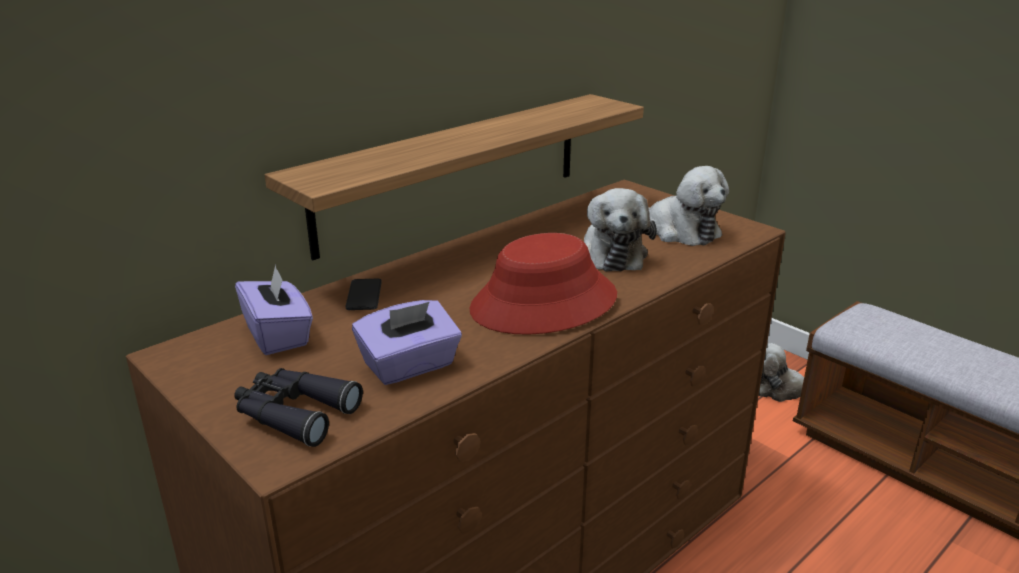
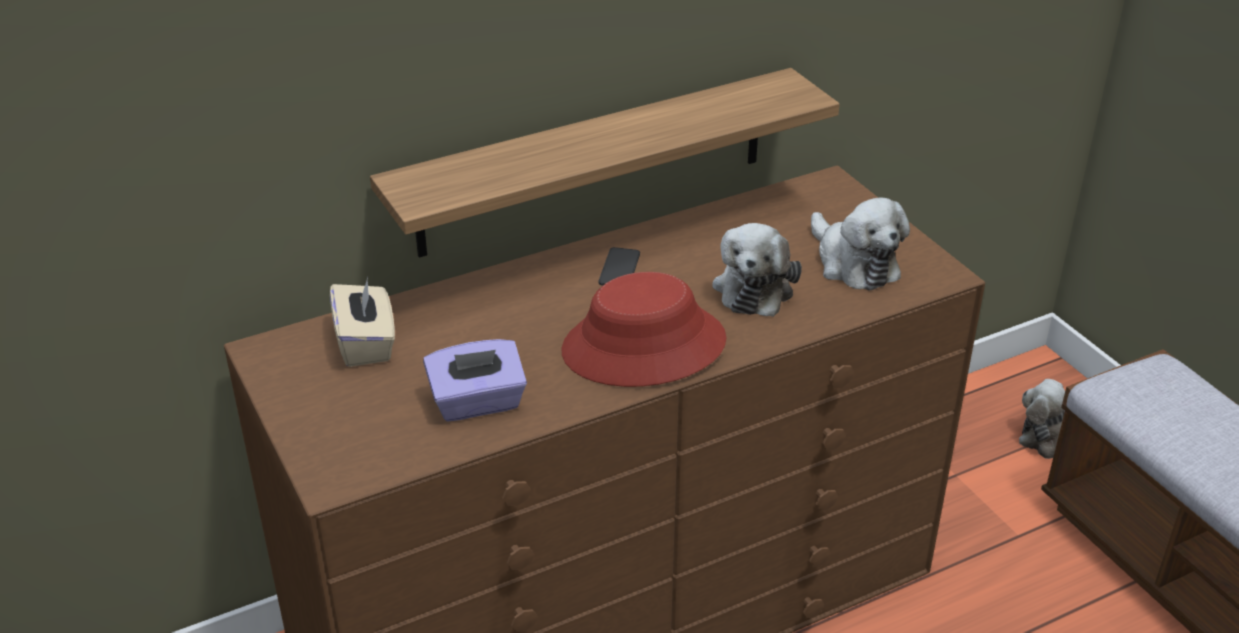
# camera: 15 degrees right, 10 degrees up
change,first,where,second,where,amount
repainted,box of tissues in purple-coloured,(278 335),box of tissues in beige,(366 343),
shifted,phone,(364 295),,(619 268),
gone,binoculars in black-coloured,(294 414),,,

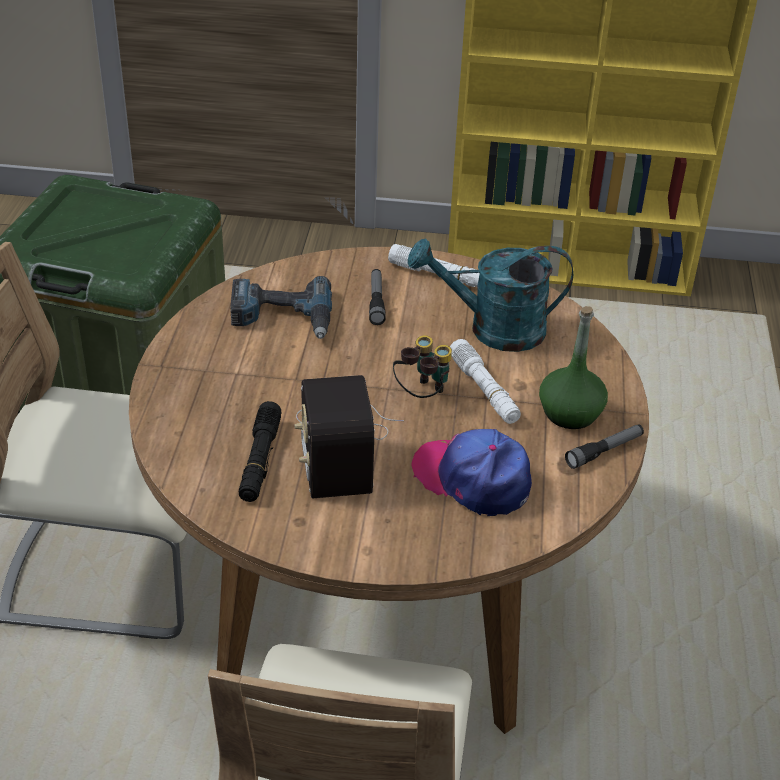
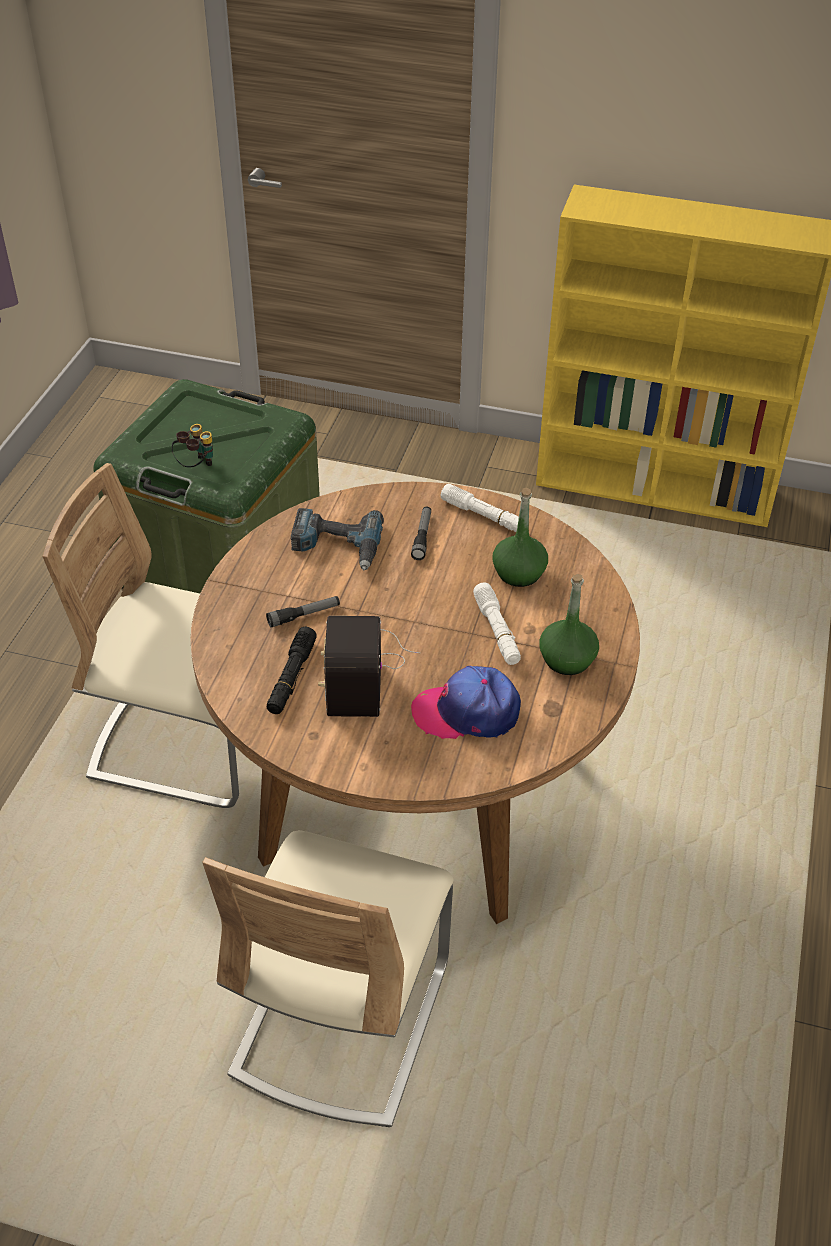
# camera: 10 degrees right, 5 degrees up
change,first,where,second,where,amount
shifted,binoculars,(421 394),,(196 466),
shifted,hand torch,(604 451),,(304 615),
rotated,peaked cap,(472 479),,(467 712),45 degrees counterclockwise
swapped,sprinkling can in turquoise,(493 329),bottle in green,(519 573),

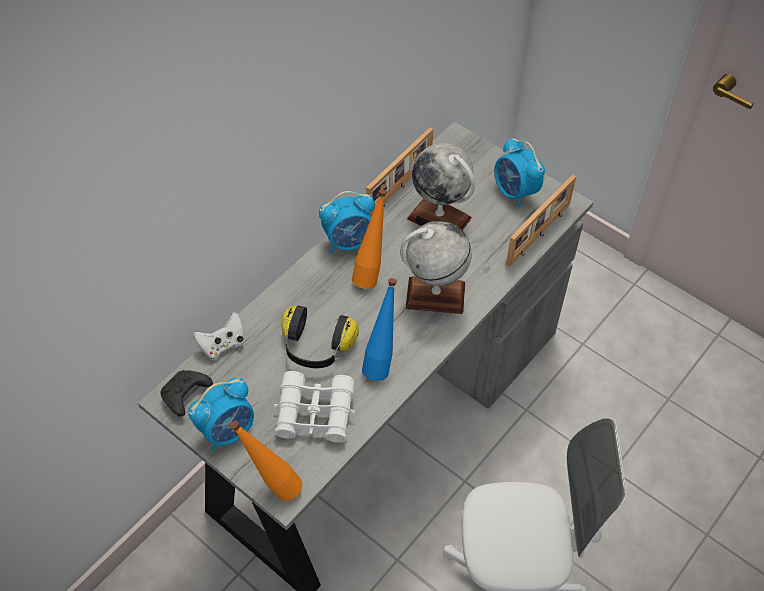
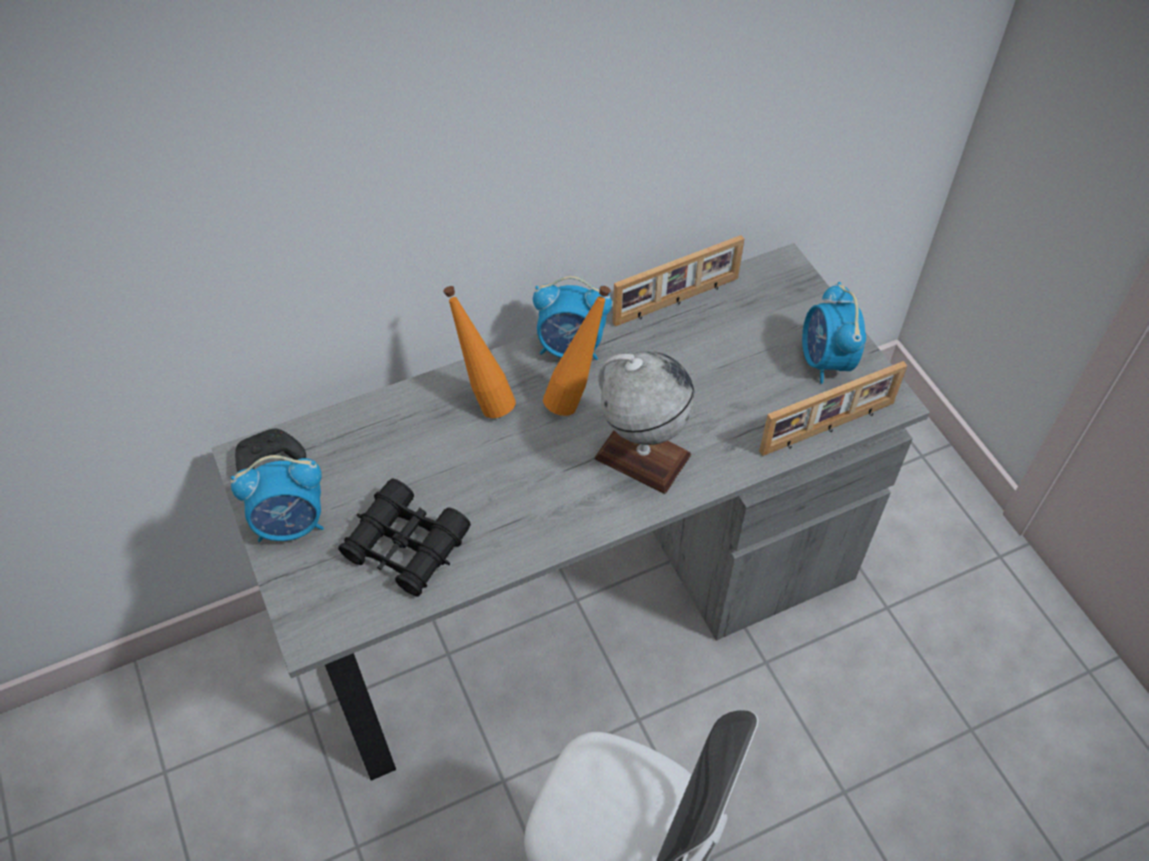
# camera: 25 degrees right, 0 degrees up
change,first,where,second,where,amount
repainted,binoculars in white-coloured,(315 413),binoculars in black-coloured,(406 546),
shifted,bottle in orange-coloured,(273 486),,(484 399),
gone,gamepad in white-coloured,(223 345),,,
gone,headphones,(316 347),,,
gone,bottle in blue,(381 362),,,
gone,world globe,(439 218),,,

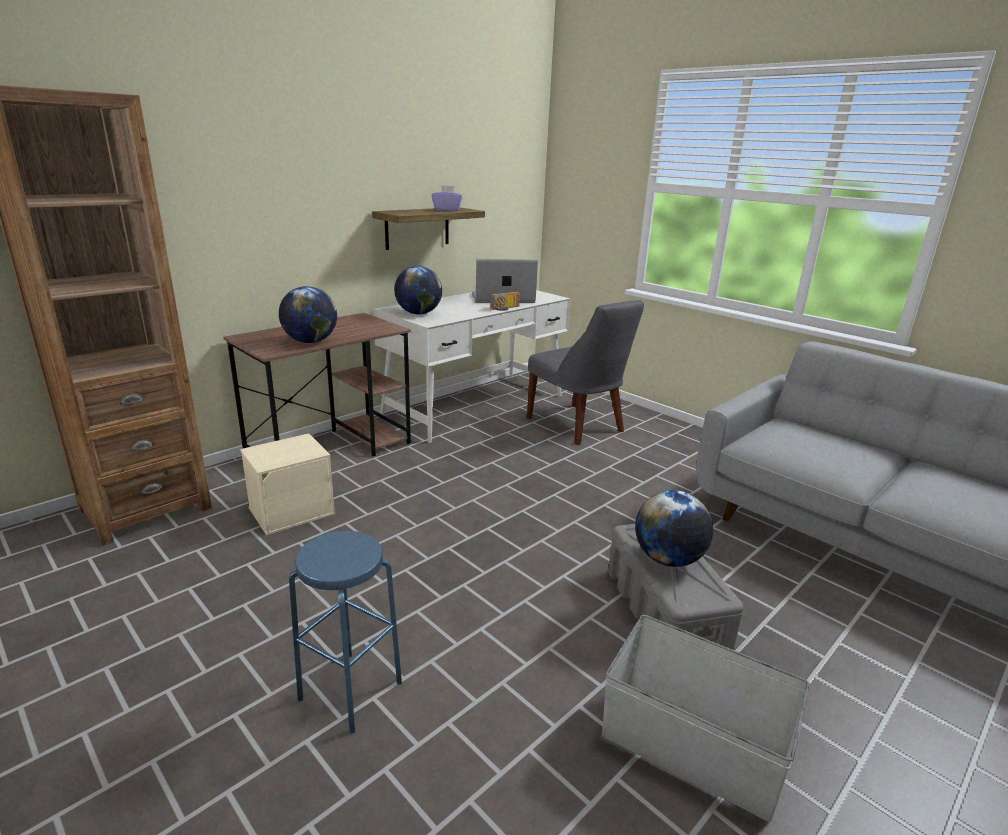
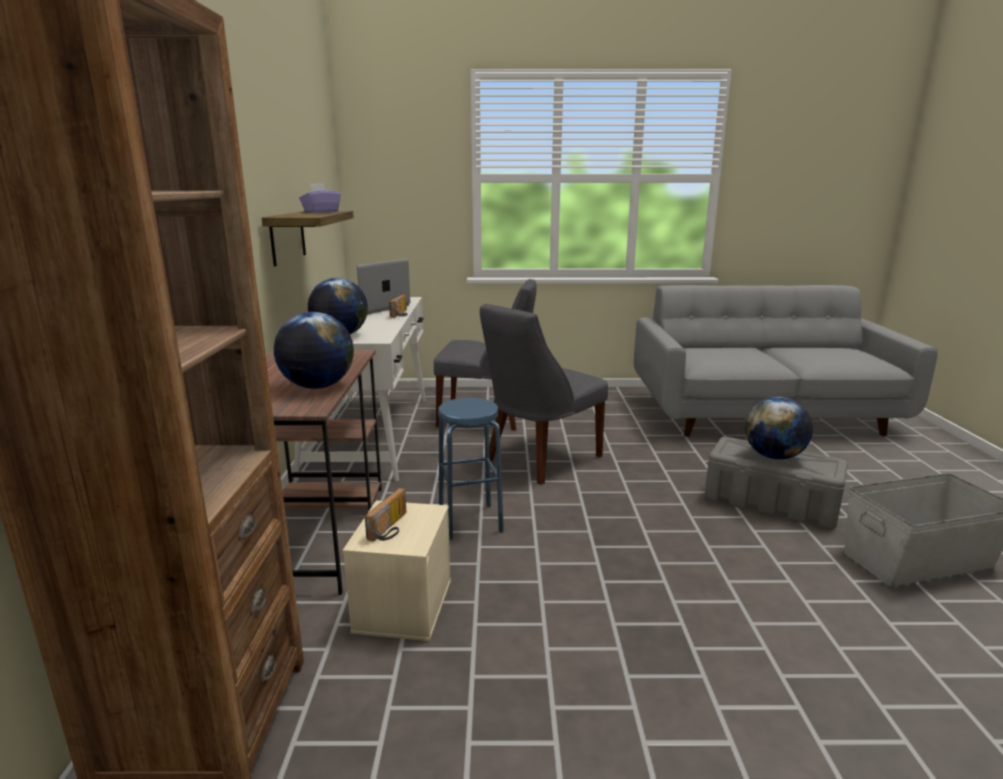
# camera: 45 degrees left, 5 degrees down
change,first,where,second,where,amount
new,,,radio receiver,(391 528),
shifted,stool in blue,(350 690),,(470 522),
new,,,plain chair in gray,(539 460),

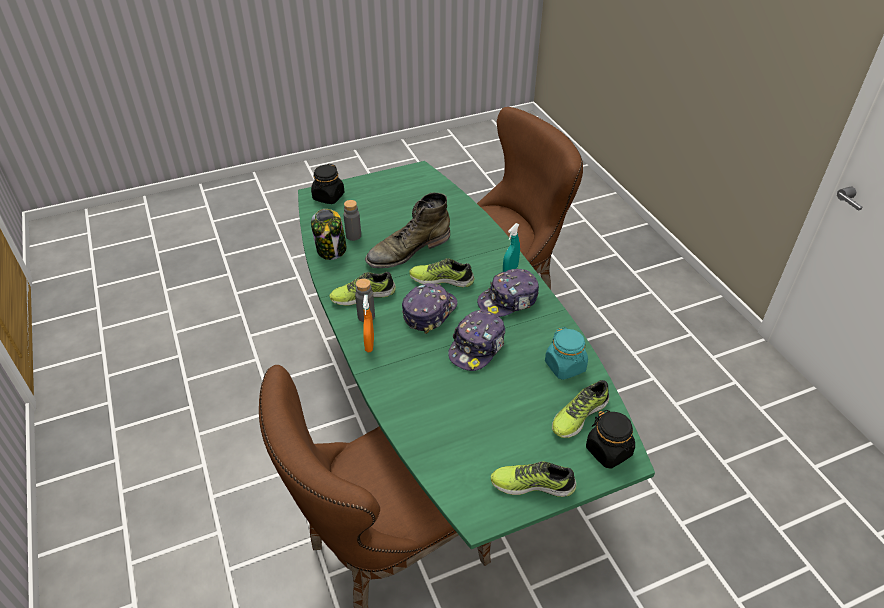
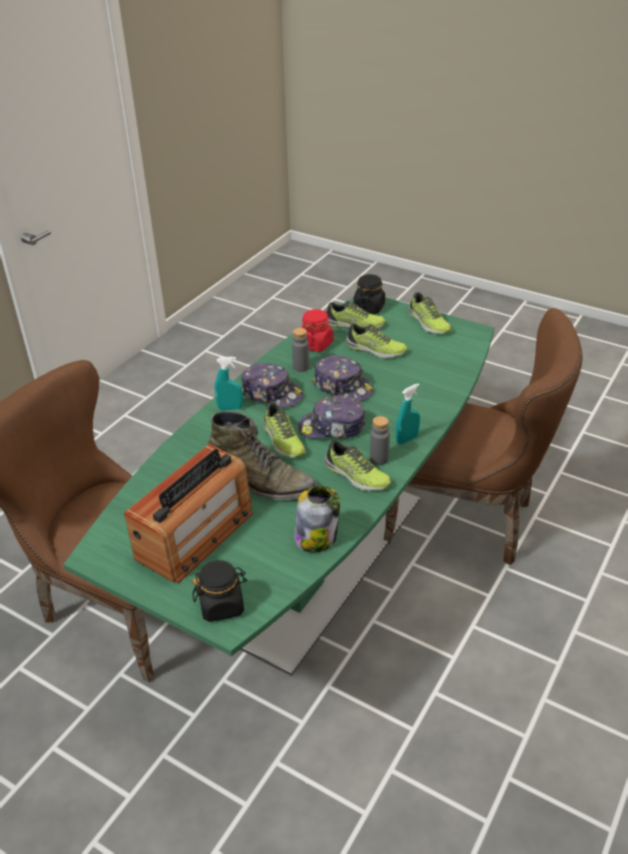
# camera: 125 degrees left, 5 degrees down
change,first,where,second,where,amount
new,,,radio receiver,(195 535),
shifted,bottle in gray,(353 236),,(301 367),
repainted,preserve jar in turquoise,(565 366),preserve jar in reddish,(315 344),
rotated,peaked cap,(477 347),,(343 387),45 degrees clockwise
new,,,low shoe,(375 350),
repainted,spray bottle in orange-coloured,(369 344),spray bottle in turquoise,(406 439),

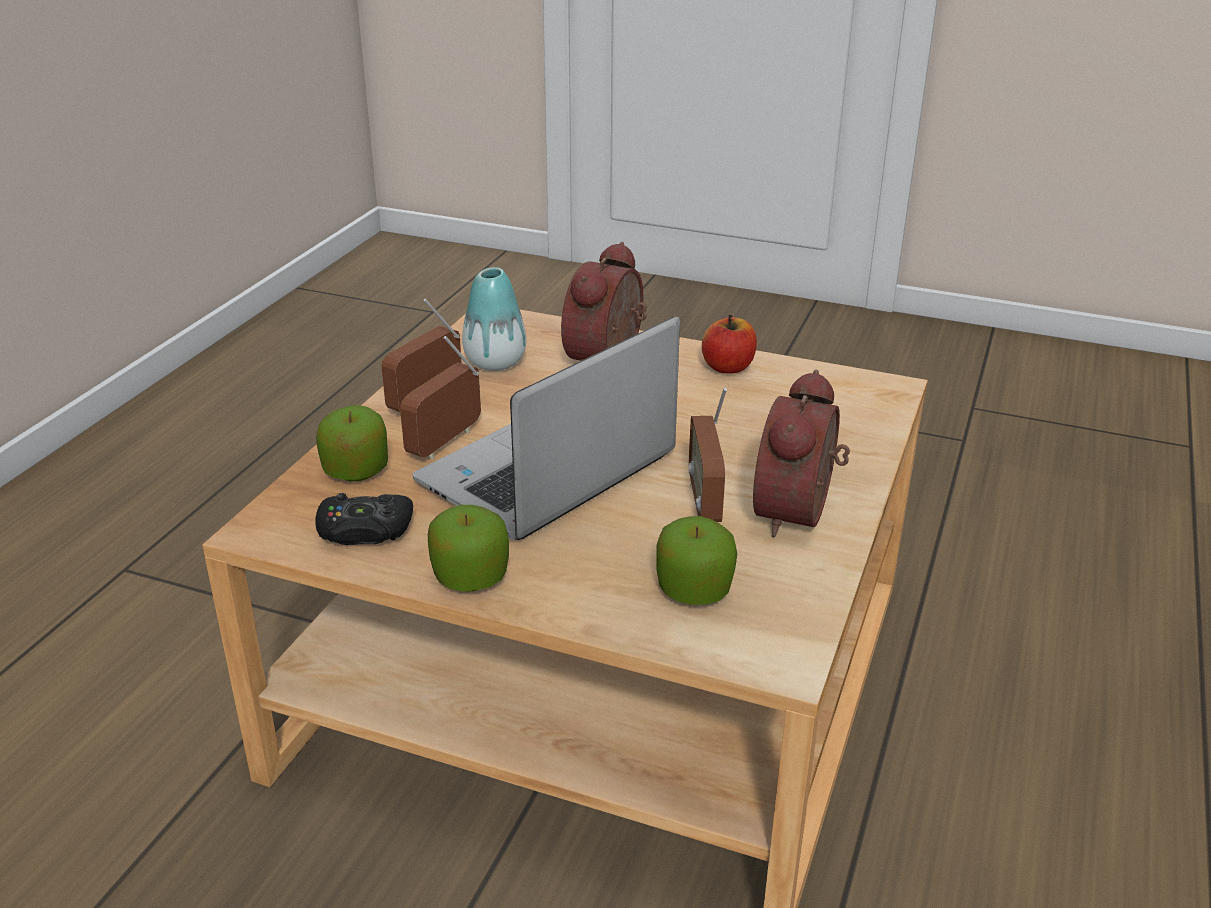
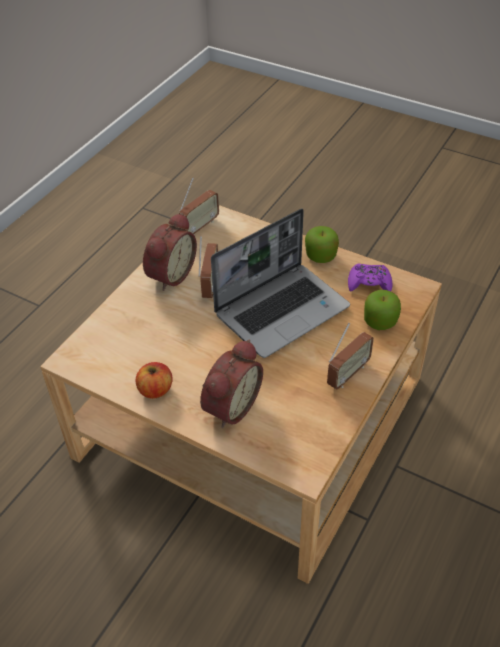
# camera: 170 degrees left, 15 degrees up
change,first,where,second,where,amount
shifted,radio receiver,(445 443),,(200 227),
repainted,gamepad in black-coloured,(364 530),gamepad in purple-coloured,(369 283),
gone,decorative vase,(495 362),,,
gone,apple,(694 589),,,

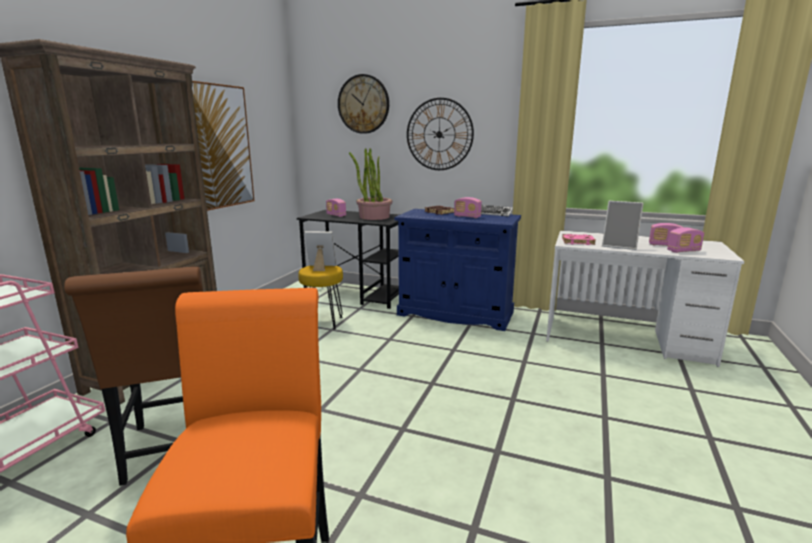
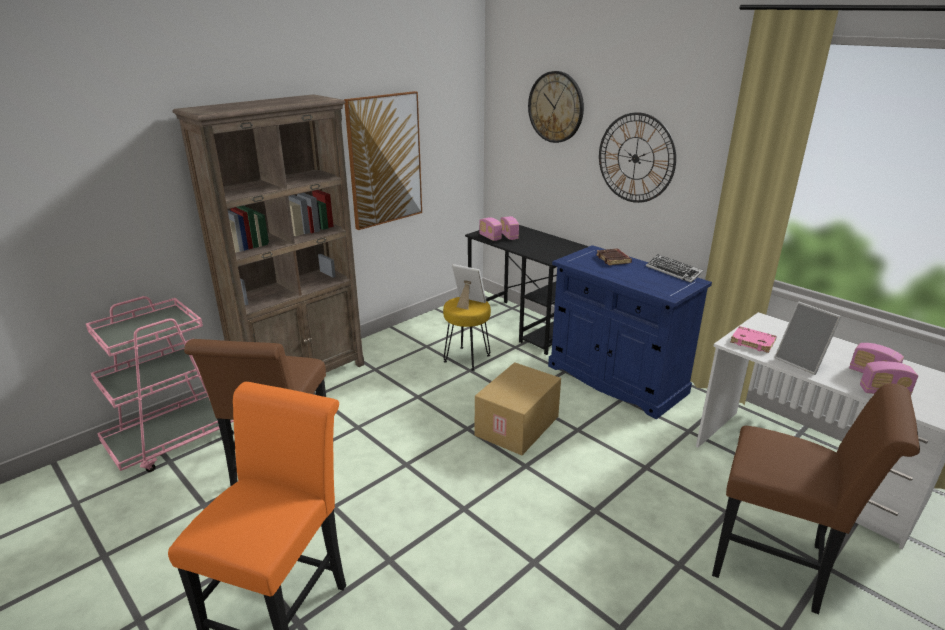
# camera: 25 degrees right, 10 degrees up
change,first,where,second,where,amount
new,,,cardboard box,(518 426),
shifted,radio receiver,(467 217),,(490 237),
new,,,plain chair in brown-coloured,(778 564),
gone,plant in a pot,(374 217),,,

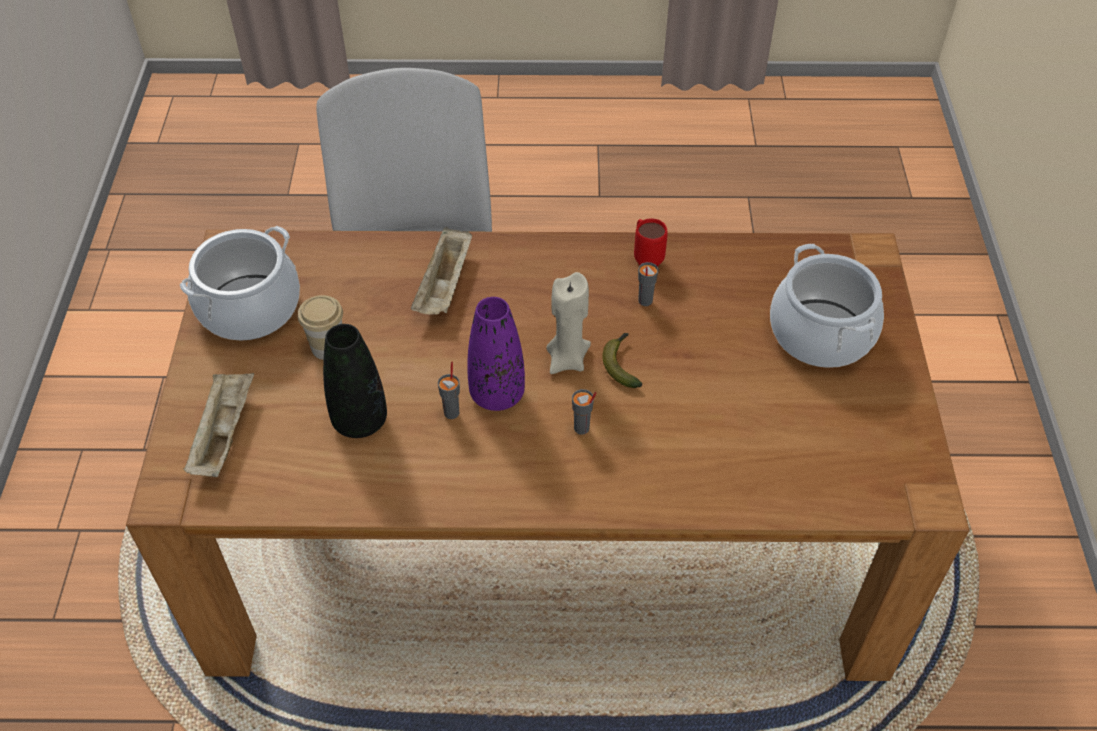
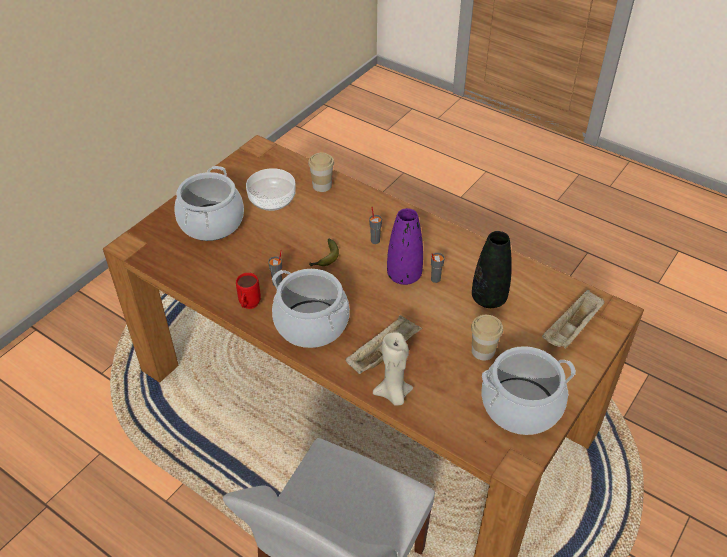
# camera: 145 degrees left, 5 degrees down
change,first,where,second,where,amount
new,,,serving bowl,(271 200),
new,,,stockpot,(311 324),
new,,,cup,(322 185),
shifted,candle in beige,(567 360),,(393 395),

